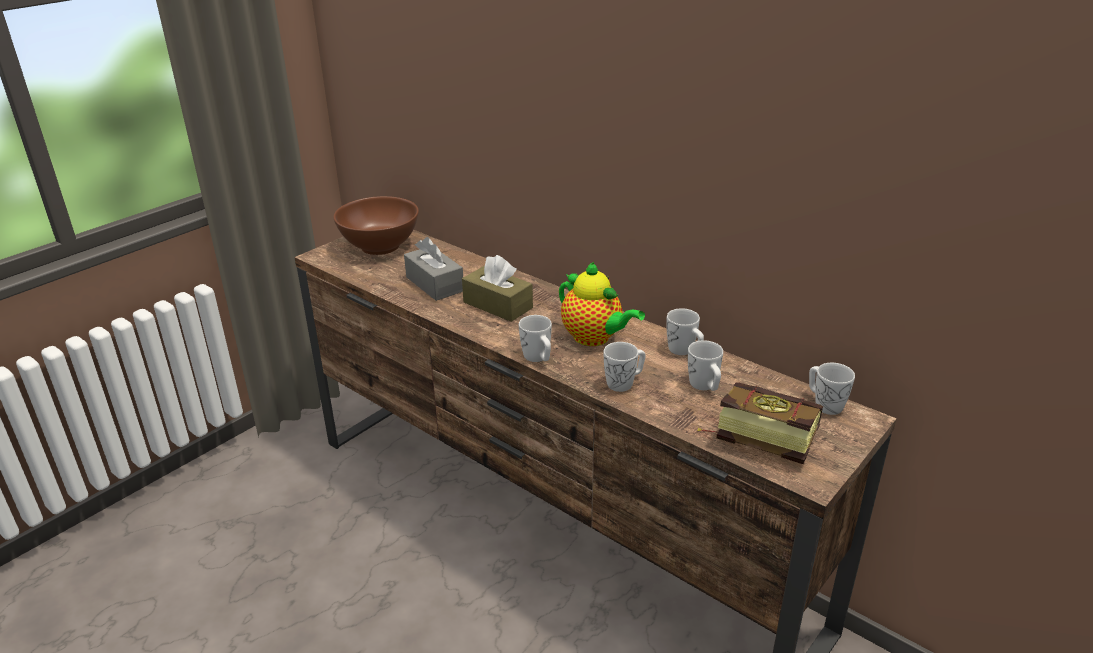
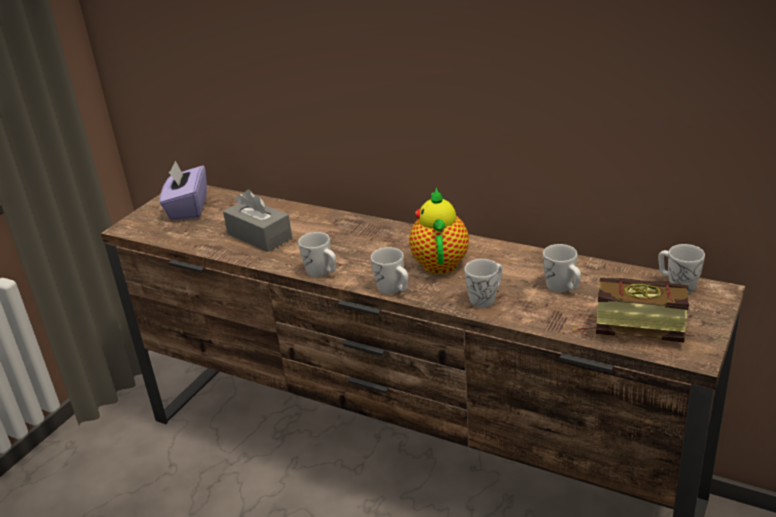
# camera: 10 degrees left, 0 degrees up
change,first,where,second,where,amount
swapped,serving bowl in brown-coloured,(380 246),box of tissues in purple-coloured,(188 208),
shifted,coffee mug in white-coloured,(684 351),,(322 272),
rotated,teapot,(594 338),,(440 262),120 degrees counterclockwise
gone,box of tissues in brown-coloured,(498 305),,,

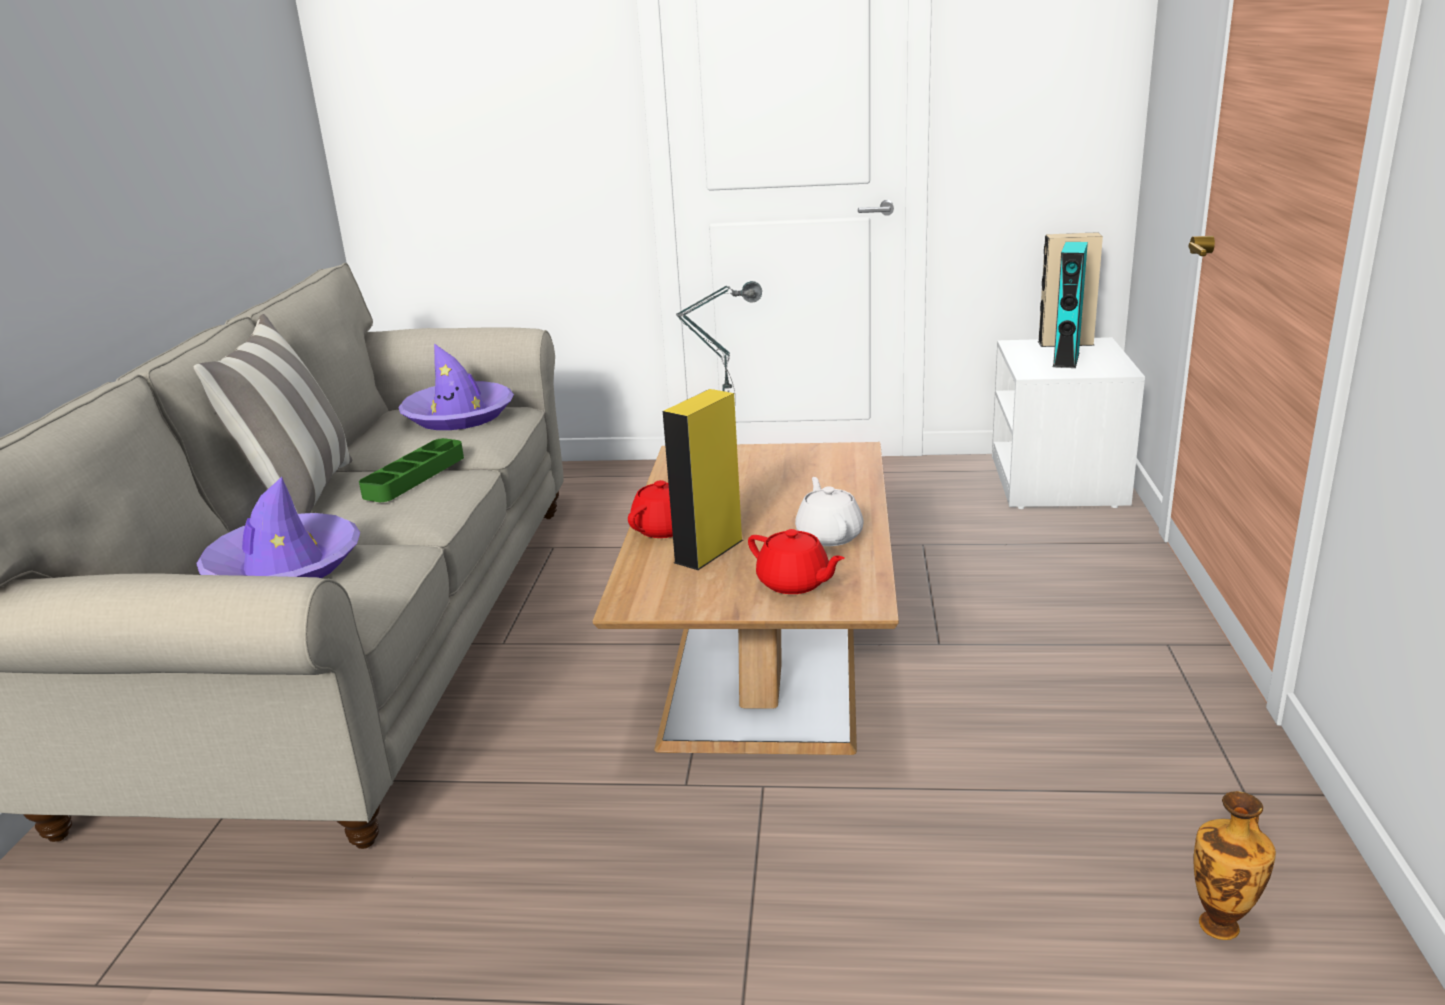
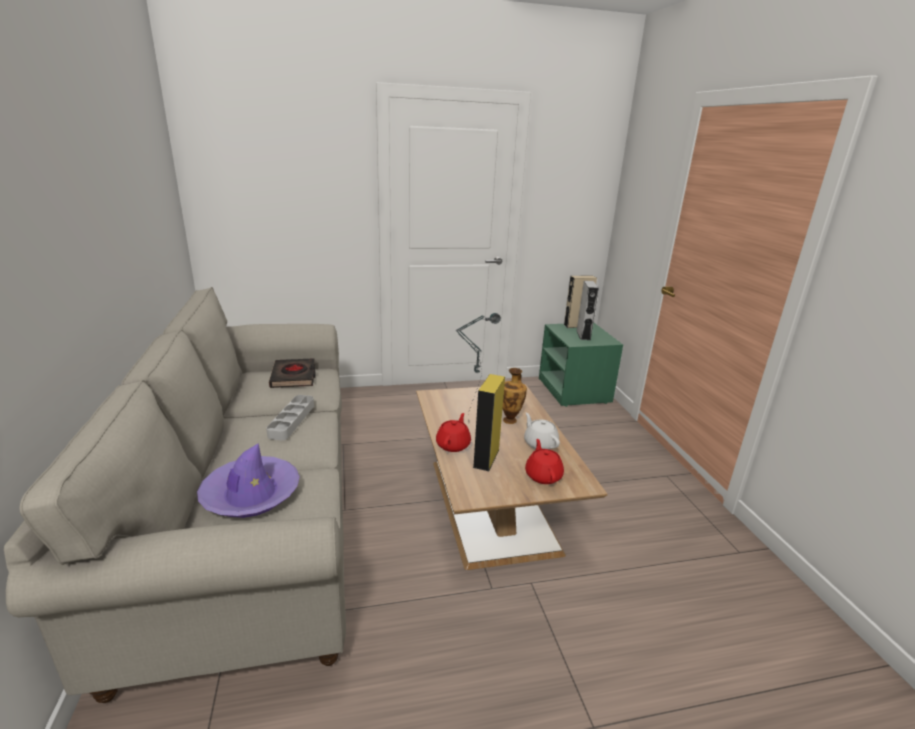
# camera: 20 degrees left, 0 degrees up
change,first,where,second,where,amount
repainted,tray in green,(414 476),tray in gray,(292 420),
swapped,clothing hat in purple-coloured,(459 416),book in black-coloured,(294 377),
shifted,decorative vase,(1221 924),,(510 420),
rotated,teapot in reddish,(794 583),,(543 475),120 degrees counterclockwise
repainted,nightstand in white-coloured,(1059 482),nightstand in green,(575 391),
repainted,audio speaker in turquoise,(1066 359),audio speaker in gray,(583 335),
gone,pillow,(299 496),,,

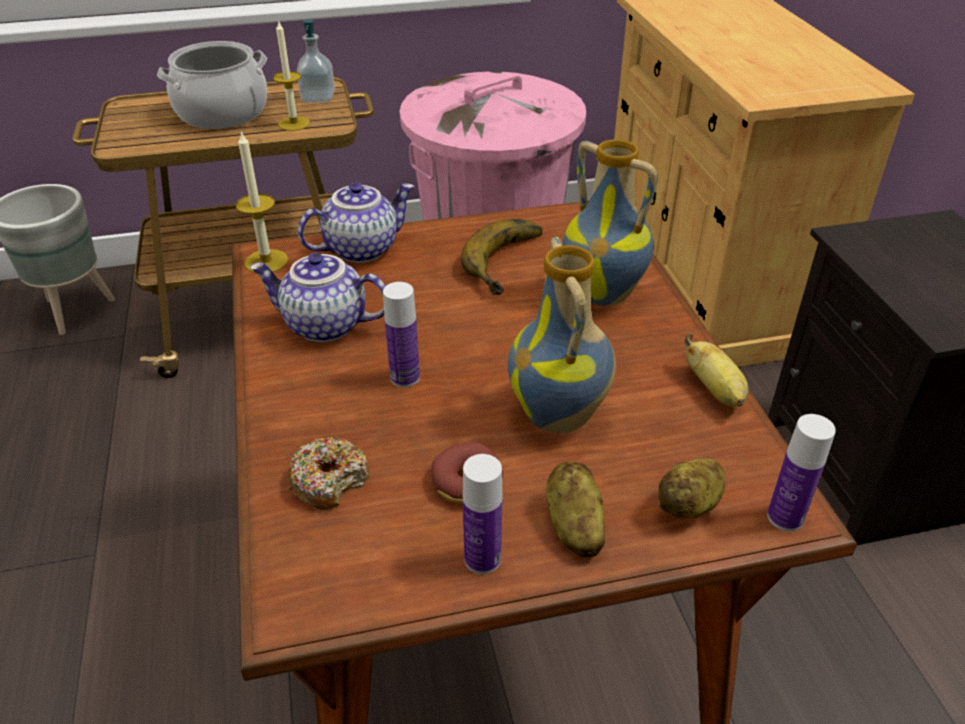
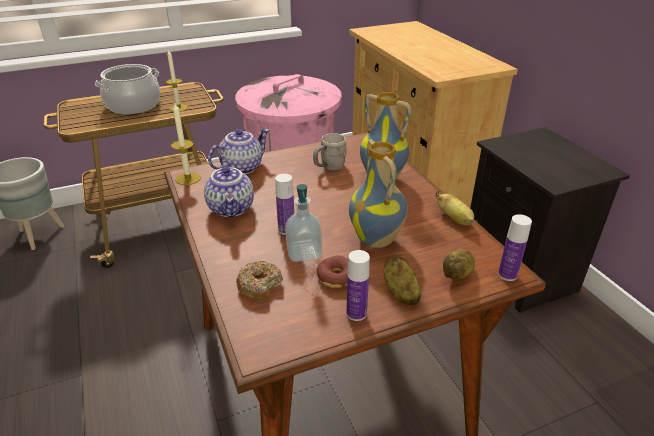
# camera: 10 degrees left, 5 degrees down
change,first,where,second,where,amount
rotated,teapot,(324 326),,(232 208),105 degrees counterclockwise
shifted,liquid soap bottle,(318 98),,(304 253),
swapped,banana,(512 263),coffee mug in gray,(329 167),

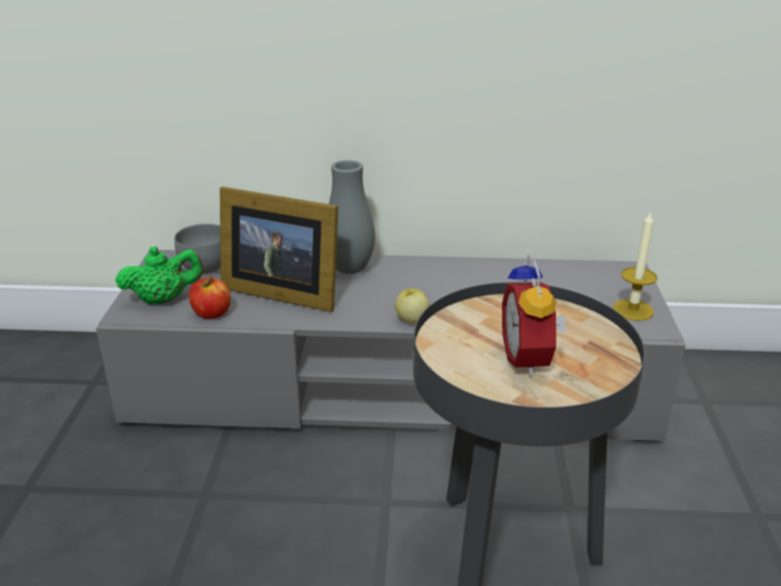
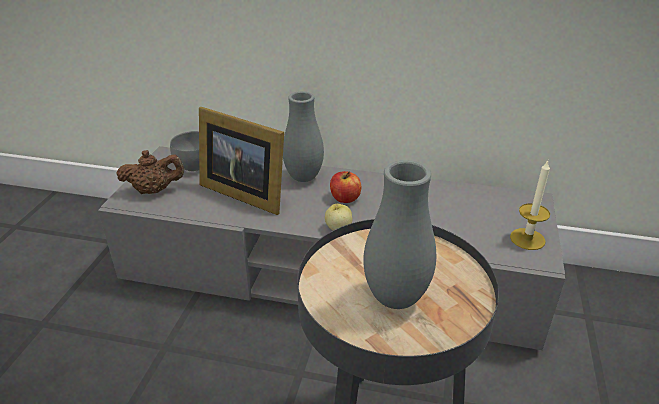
# camera: 10 degrees right, 5 degrees up
change,first,where,second,where,amount
repainted,teapot in green,(163 299),teapot in brown-coloured,(154 190),
shifted,apple,(211 313),,(345 198),
swapped,alarm clock,(530 359),decorative vase in gray,(395 298),

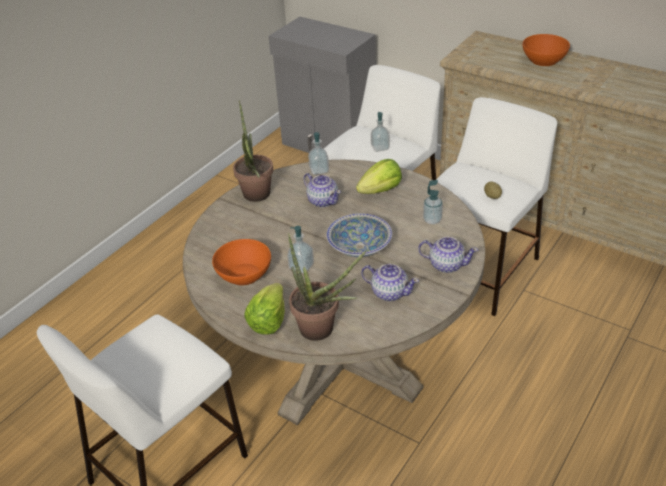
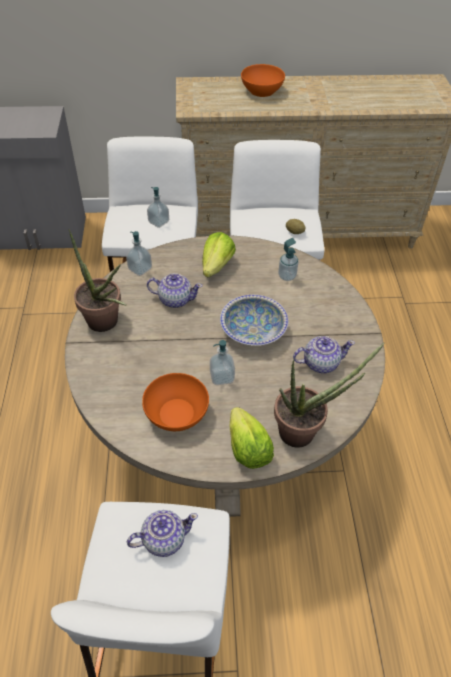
# camera: 40 degrees left, 10 degrees up
change,first,where,second,where,amount
shifted,teapot,(446 265),,(163 539),

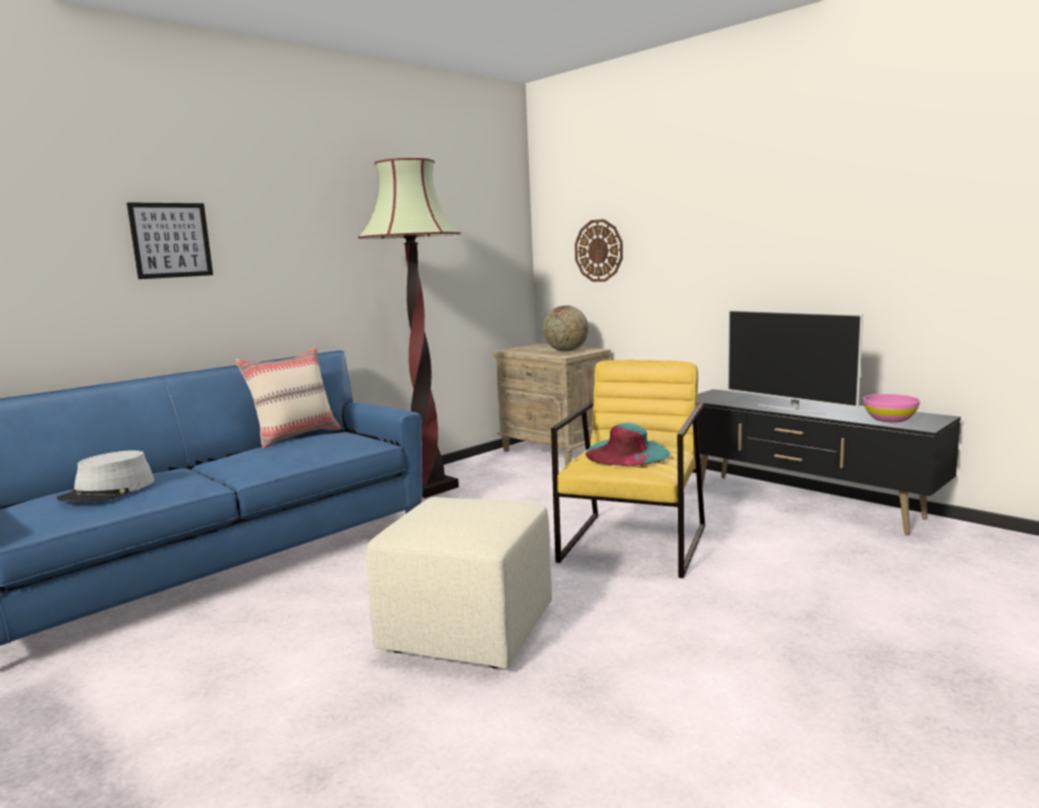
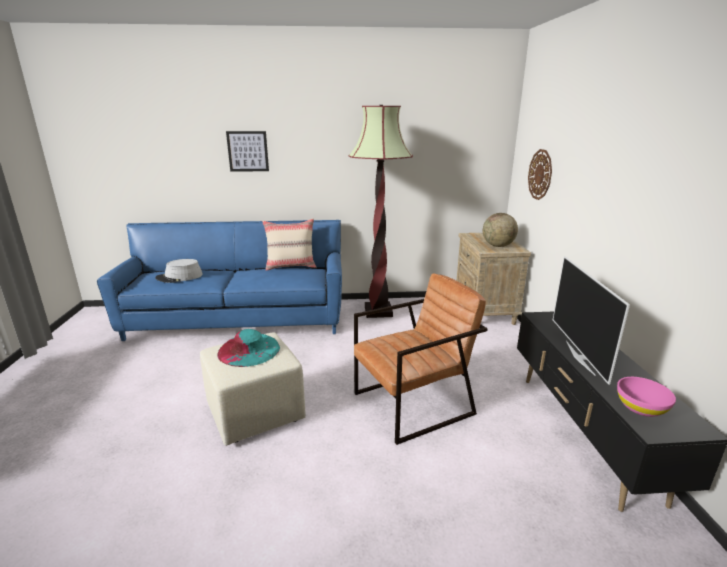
# camera: 40 degrees right, 10 degrees up
change,first,where,second,where,amount
shifted,clothing hat in turquoise,(627 453),,(249 350),
repainted,lounge chair in yellow-coloured,(634 543),lounge chair in brown-coloured,(413 403),

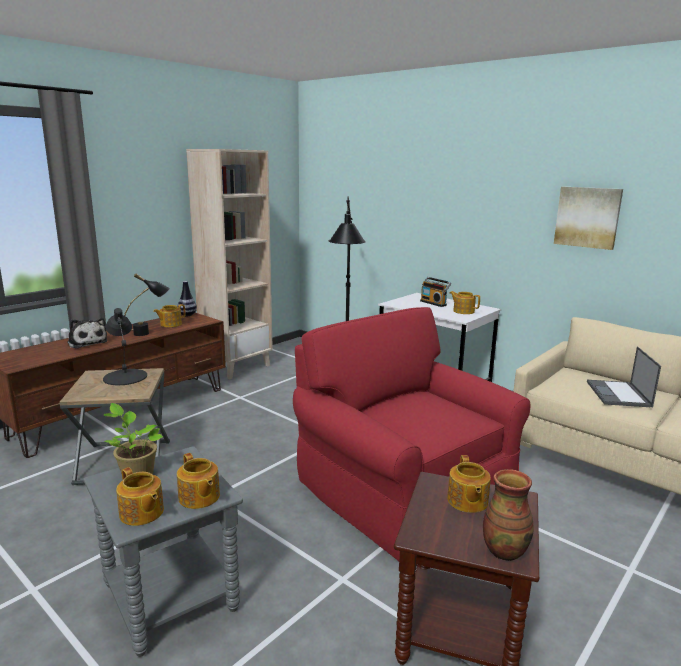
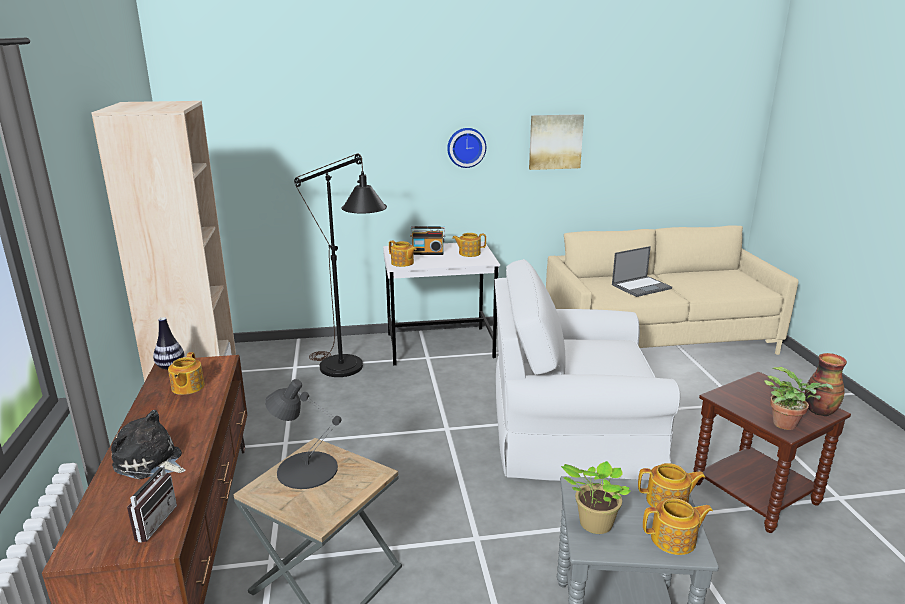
# camera: 50 degrees left, 5 degrees up
change,first,where,second,where,amount
rotated,soft toy,(87 342),,(150 462),150 degrees counterclockwise
new,,,radio receiver,(150 522),
shifted,teapot,(467 501),,(402 263),
new,,,wall clock,(466 147),
repainted,lounge chair in reddish,(403 487),lounge chair in white-coloured,(571 432),
rotated,portable computer,(619 394),,(641 286),75 degrees counterclockwise
new,,,plant in a pot,(788 424),
gone,table lamp in black-coloured,(149 333),,,

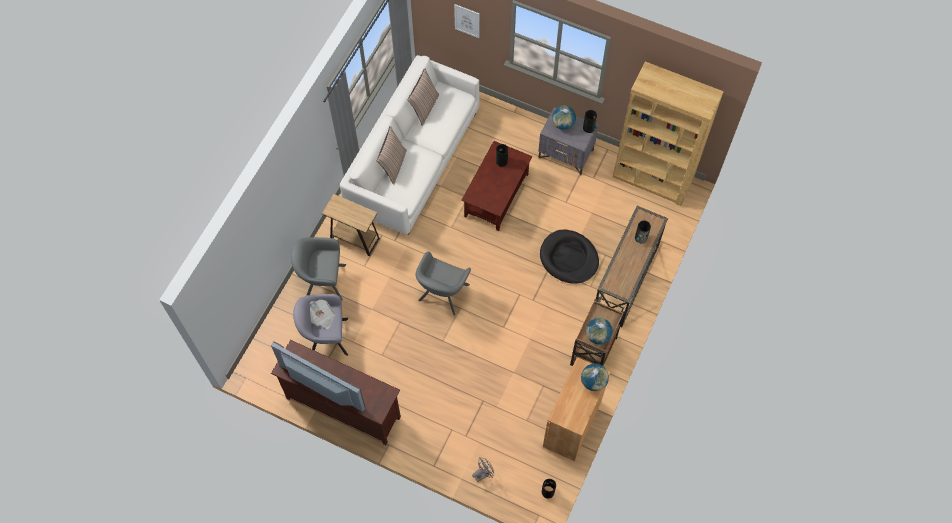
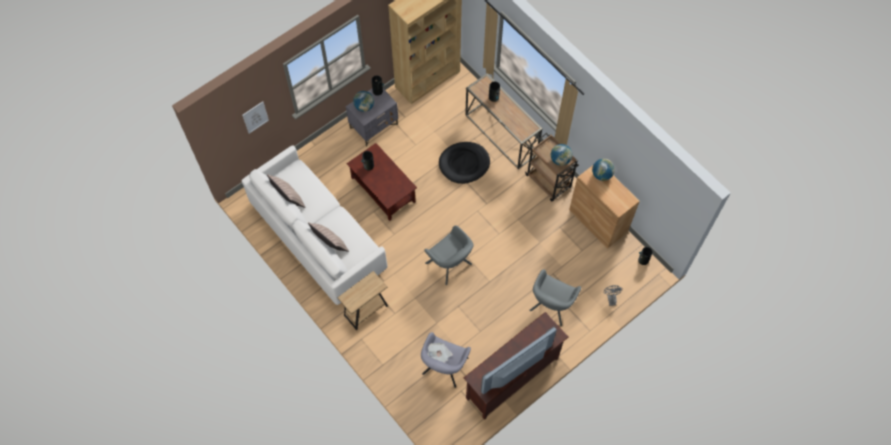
# camera: 65 degrees left, 0 degrees up
change,first,where,second,where,amount
shifted,lounge chair in gray,(322 281),,(550 307),

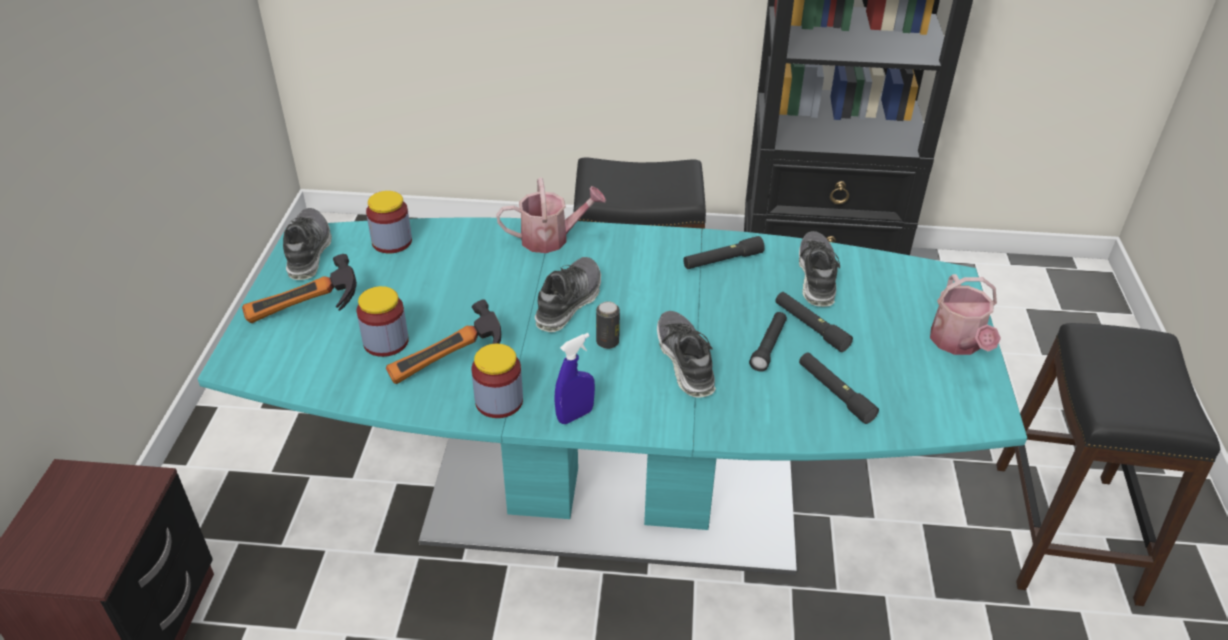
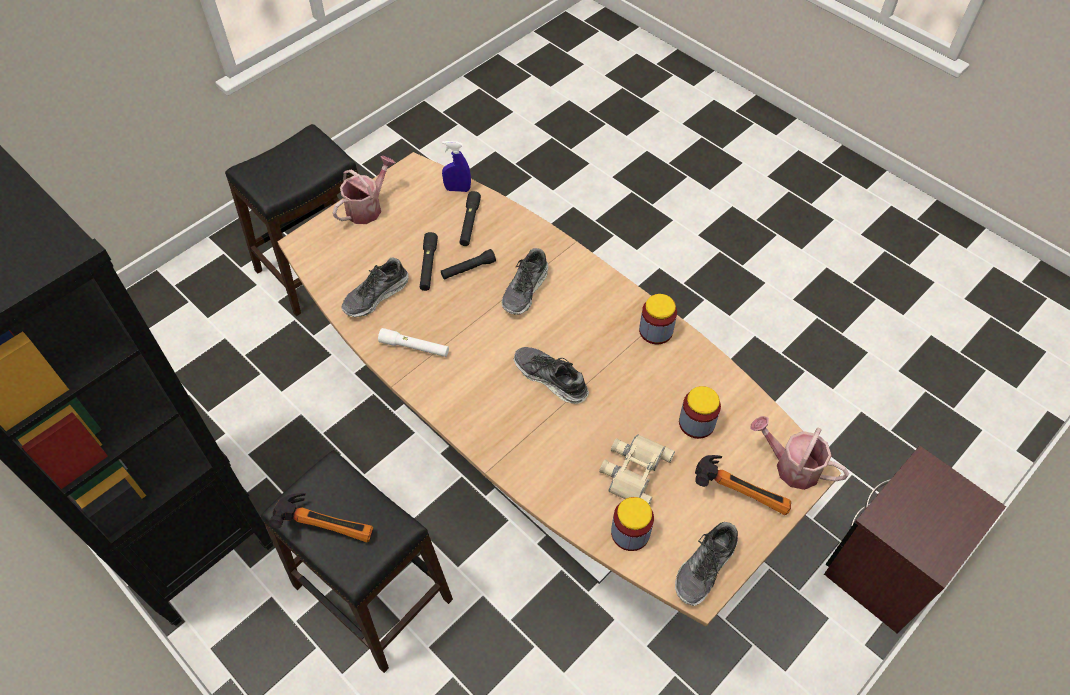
# camera: 140 degrees left, 15 degrees up
change,first,where,second,where,amount
shifted,tool hammer,(449 367),,(328 523),
repainted,dining table in turquoise,(610 499),dining table in brown-coloured,(535 452),
repainted,hand torch in black-coloured,(722 260),hand torch in white-coloured,(414 347),
shifted,spray bottle in blue,(575 415),,(457 189),
rotated,low shoe,(568 302),,(550 379),60 degrees clockwise
new,,,binoculars in beige,(633 470),
shifted,sprinkling can,(551 238),,(791 466),
gone,can,(607 342),,,

